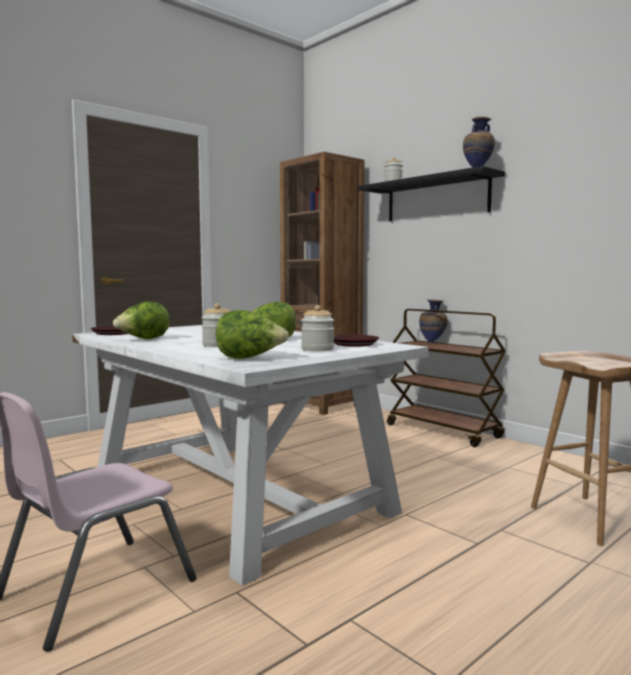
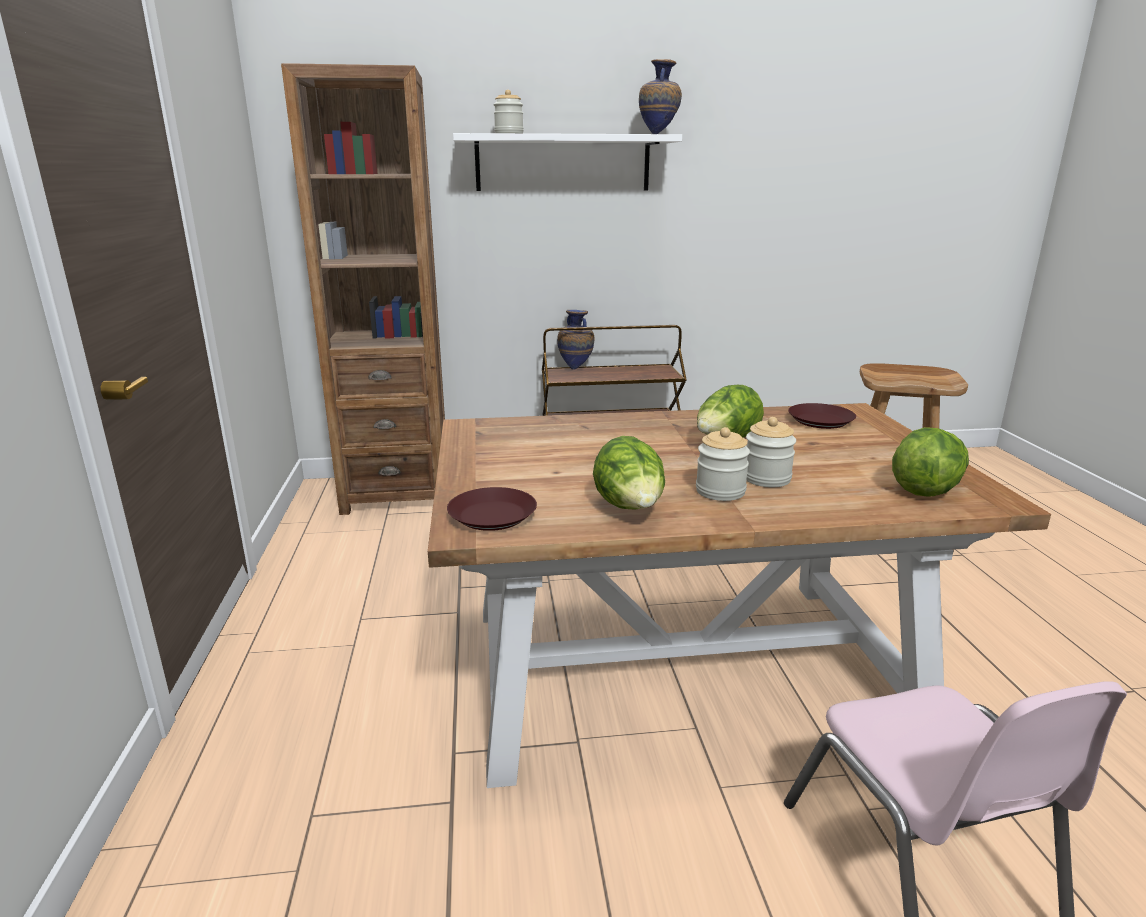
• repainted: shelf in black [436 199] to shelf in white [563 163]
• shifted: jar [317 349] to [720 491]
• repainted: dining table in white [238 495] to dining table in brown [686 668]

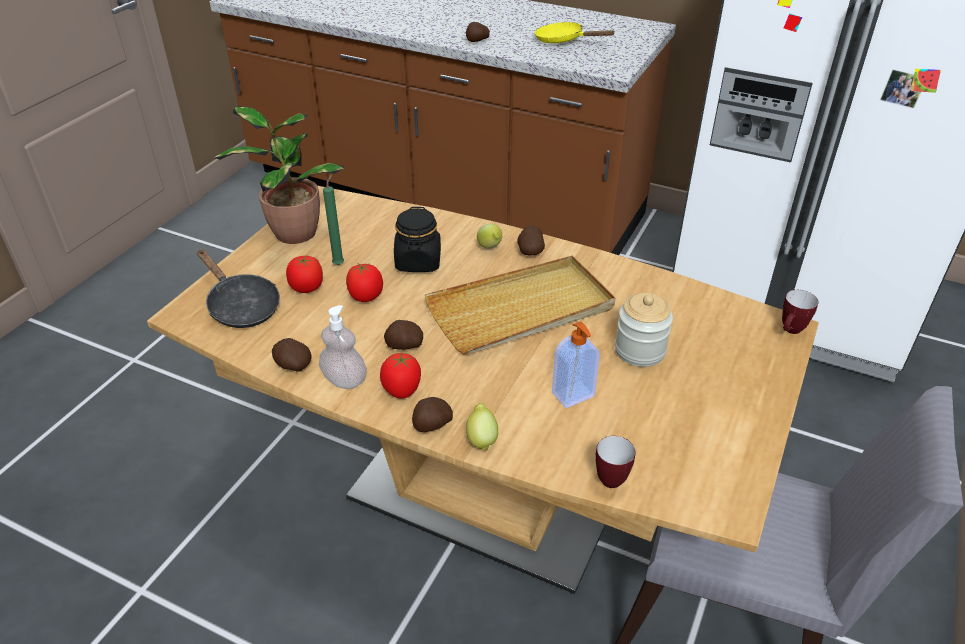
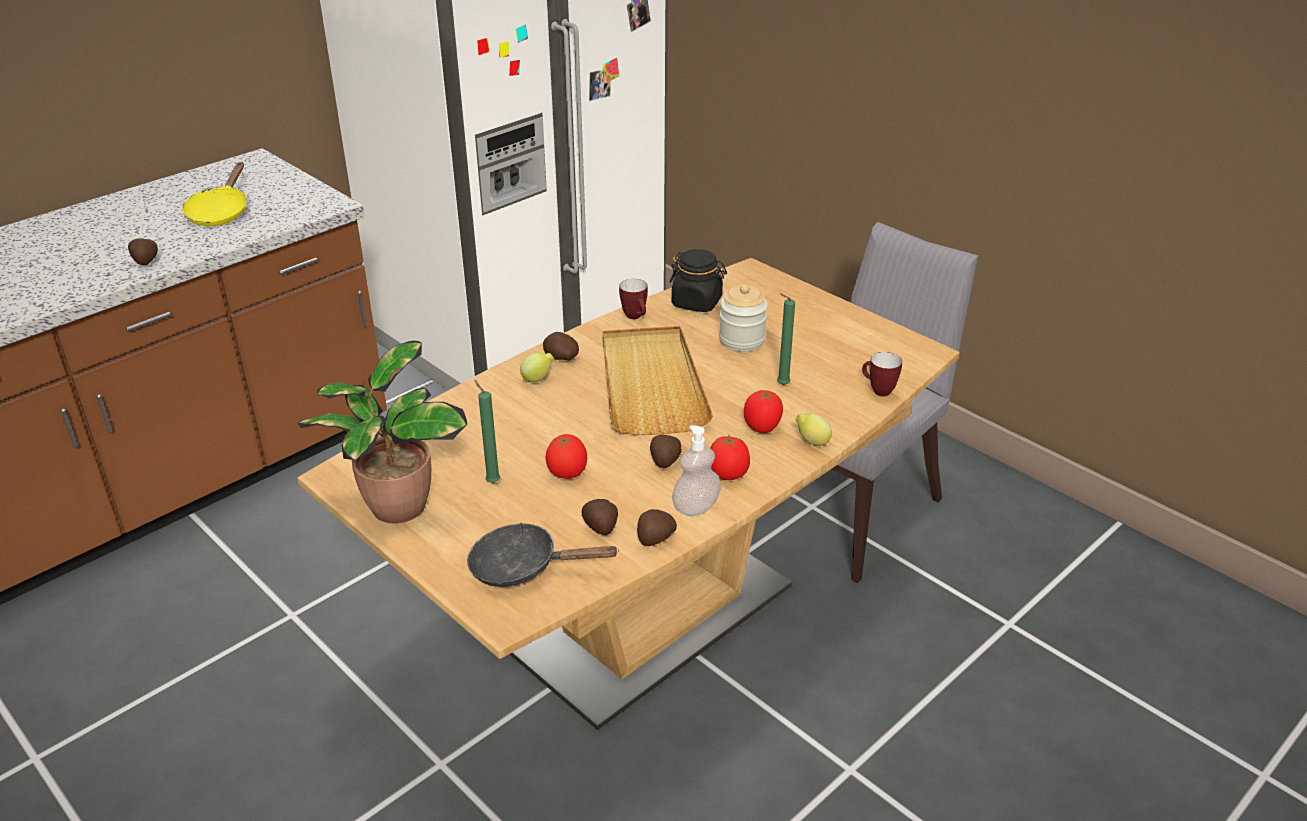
• rotated: frying pan in yellow [563 41] = [220 212] 45 degrees counterclockwise
• shifted: jar in black [418 262] to [697 302]
• rotated: frying pan in black [241 306] = [523 567] 150 degrees counterclockwise
• shifted: tomato [307 288] to [762 427]
• shifted: mug [790 331] to [636 317]
• swapped: soap dispenser [574 395] to candle in green [781 385]
• shifted: potato [431 425] to [601 527]

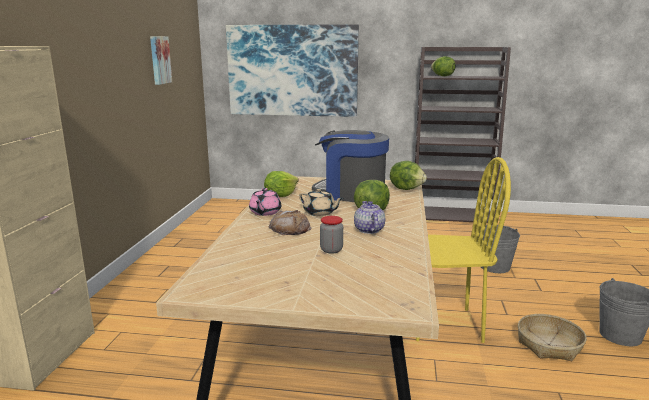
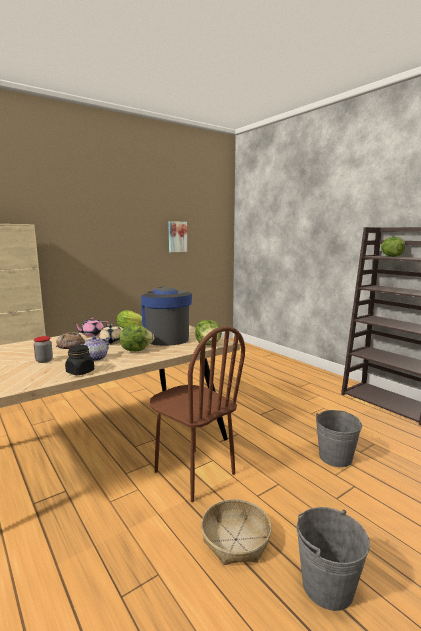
• gone: picture [292 71]
• repainted: chair in yellow [443 324] to chair in brown [194 473]
• new: jar in black [80 372]

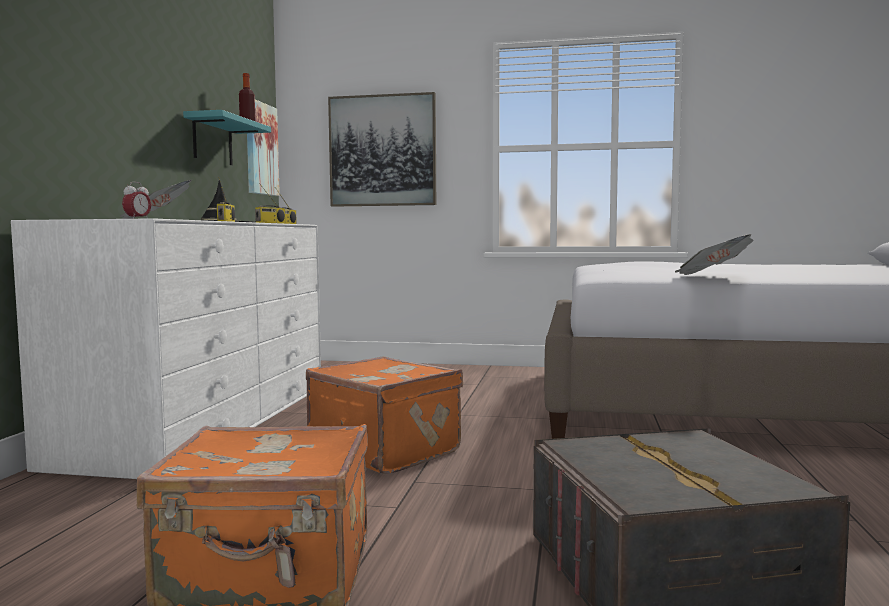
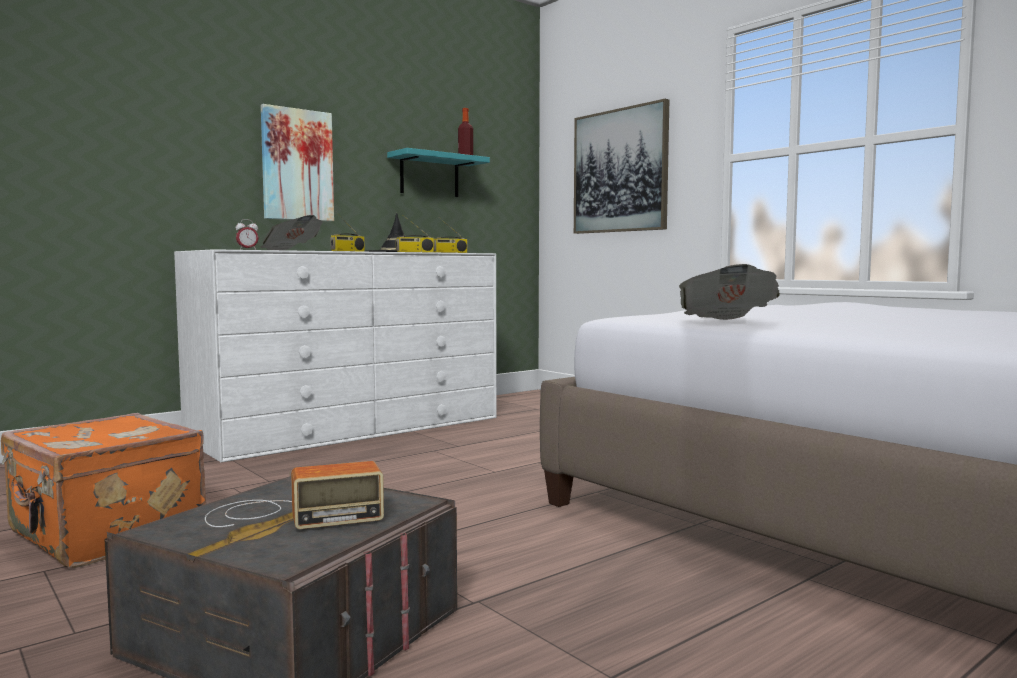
• shifted: picture [260 149] to [297 165]
• gone: suitcase in orange [386 450]
• new: radio [289 515]

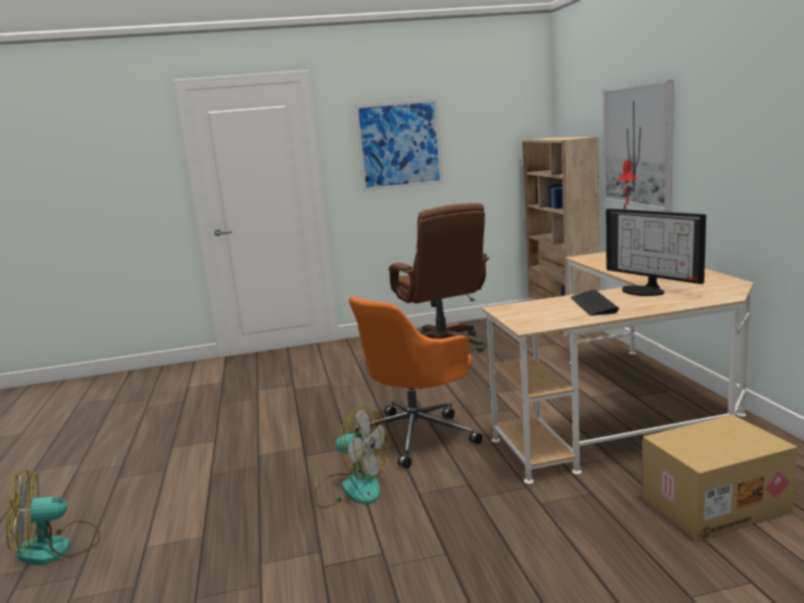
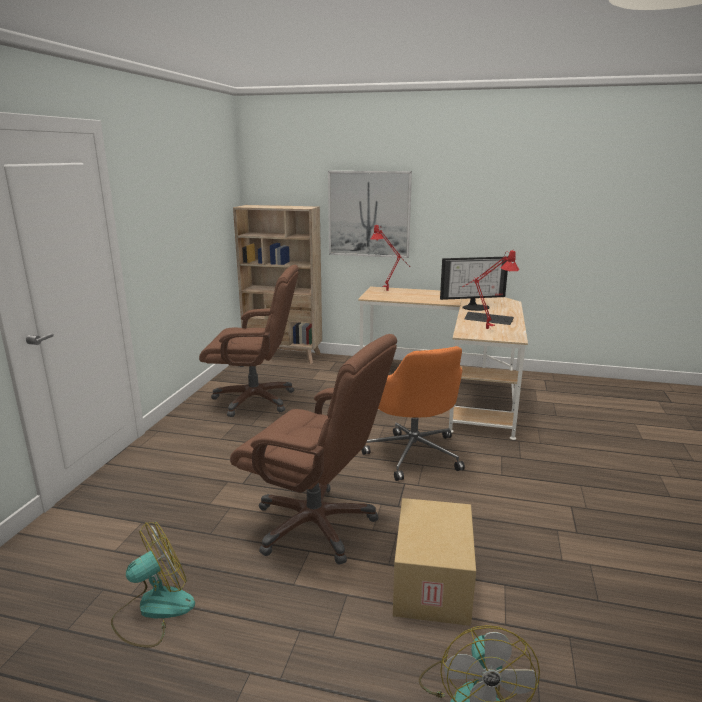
• gone: picture [399 145]
• shifted: fan [351 488] to [153 610]
• shifted: cardboard box [714 504] to [430 581]
• new: table lamp in red [483 329]
• new: office chair in brown [315 525]

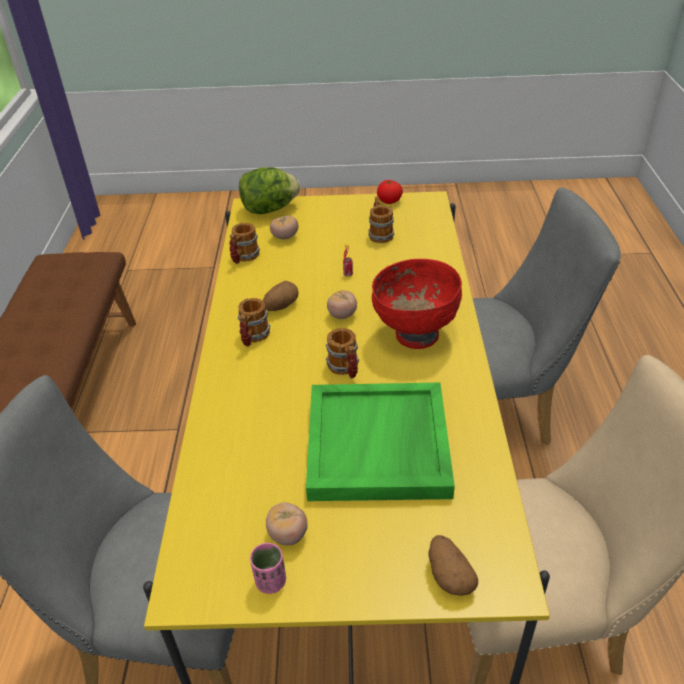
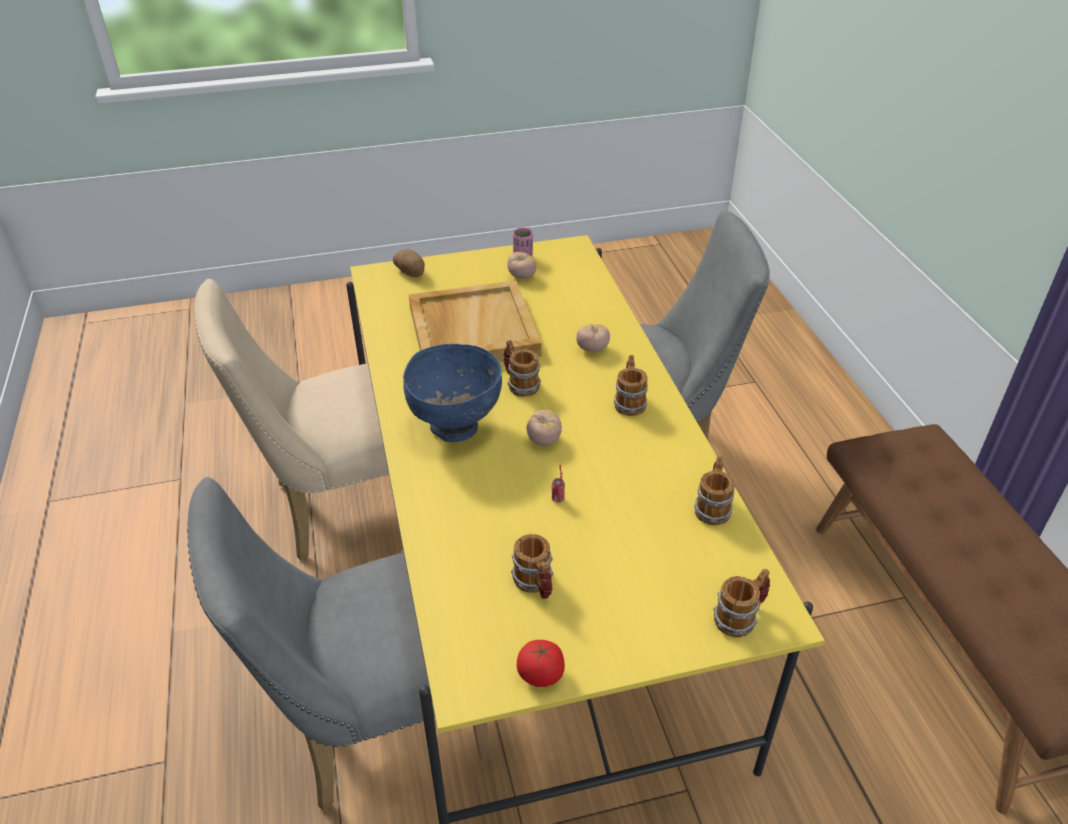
• swapped: lettuce [269 209] to mug [740 617]
• shifted: tomato [285 237] to [592 349]
• repainted: bowl in red [415 335] to bowl in blue [455 428]
• gone: potato [281 306]
• repainted: tray in green [379 445] to tray in beige [472 330]

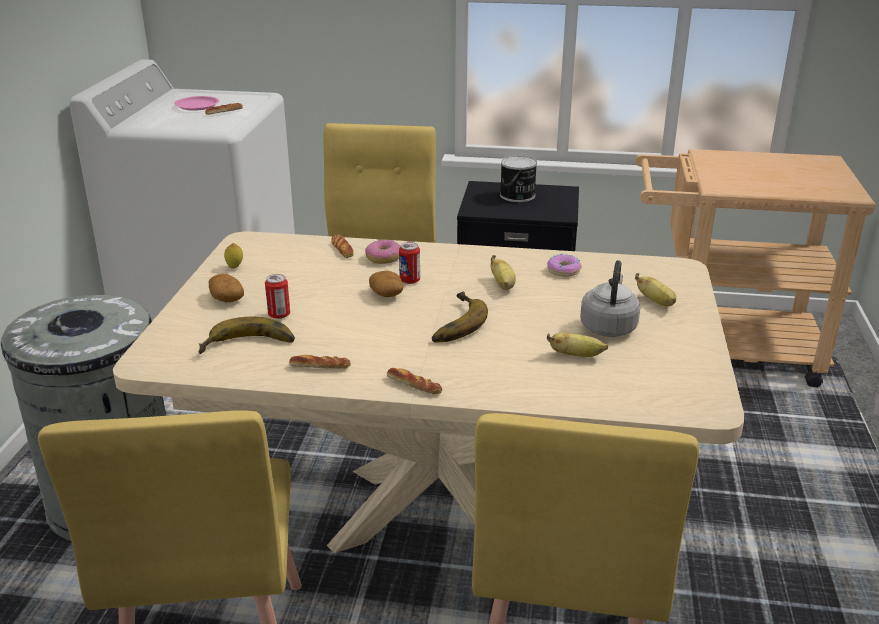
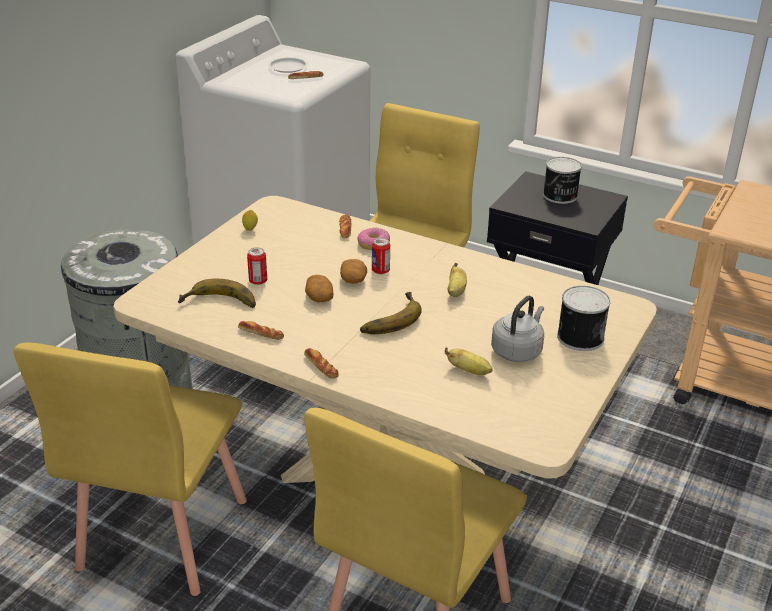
• repainted: plate in pink [197 106] to plate in white [287 68]
• gone: donut [564 270]
• swapped: banana [656 302] to can [579 337]
• shifted: potato [226 298] to [319 297]

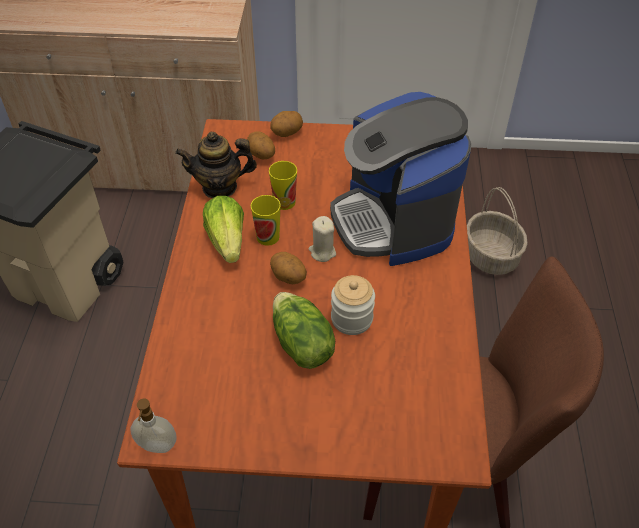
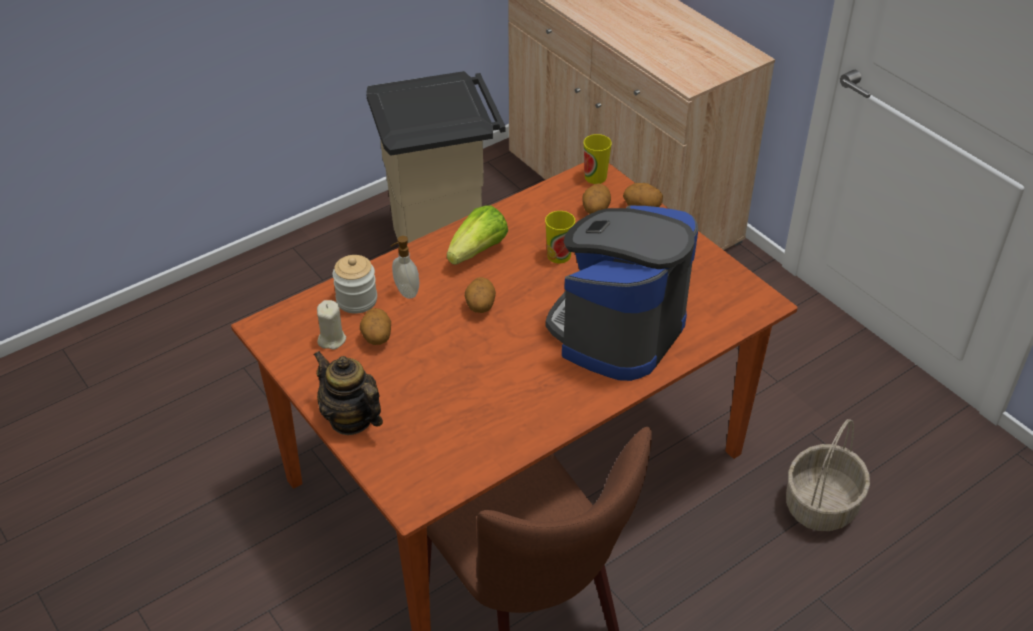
• shifted: teapot [220 187] to [351 419]
• shifted: cup [268 237] to [595 177]
• shifted: candle in beige [322 252] to [331 339]
• shifted: jar [351 319] to [357 300]
• gone: lettuce [301 345]
• shifted: soap dispenser [157 447] to [406 292]
• new: potato [376 338]

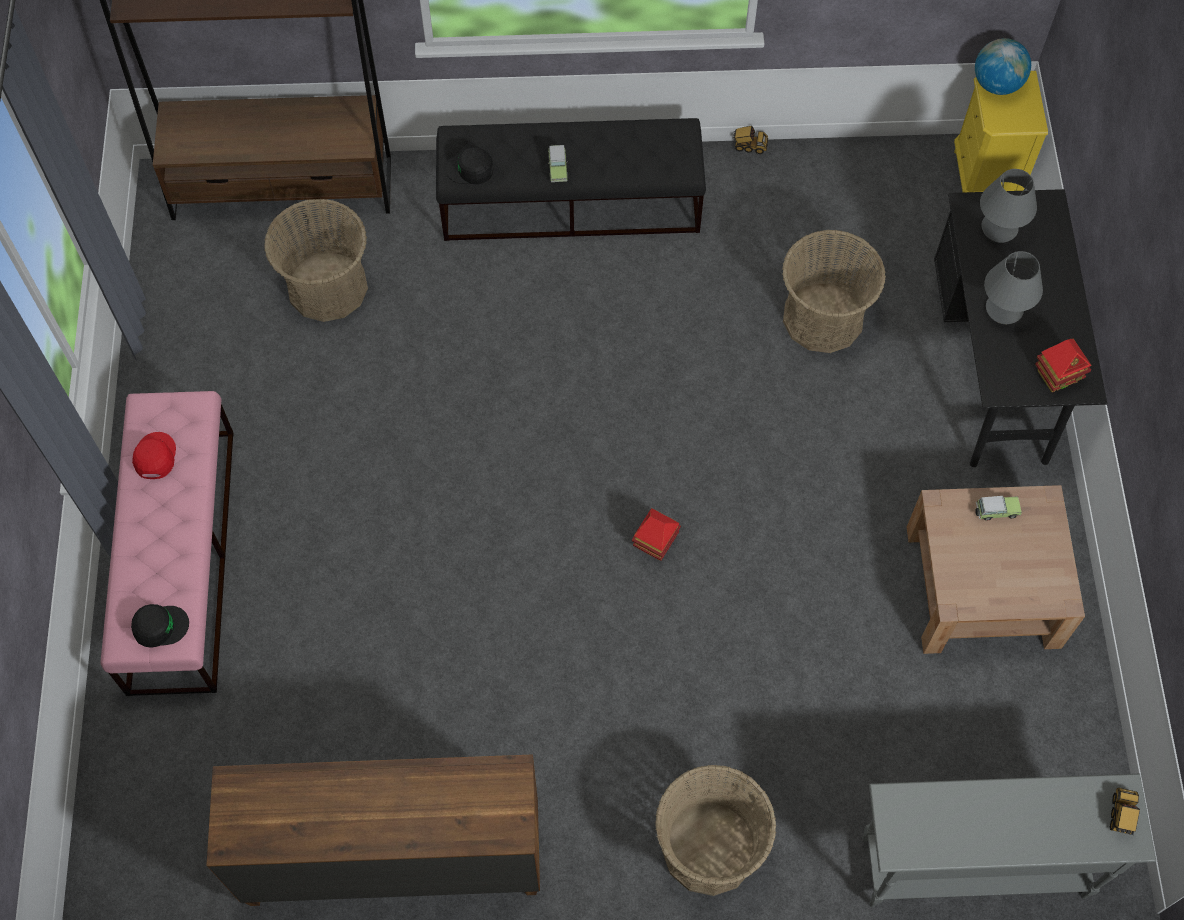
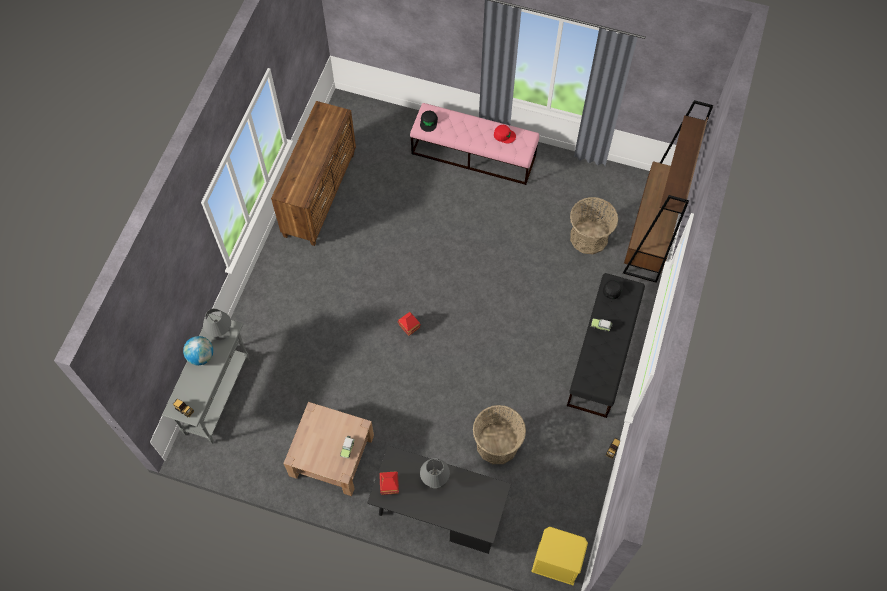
• shifted: globe [996 84] to [201 356]
• shifted: table lamp in grey [998 228] to [221 332]
• gone: basket [708 848]

